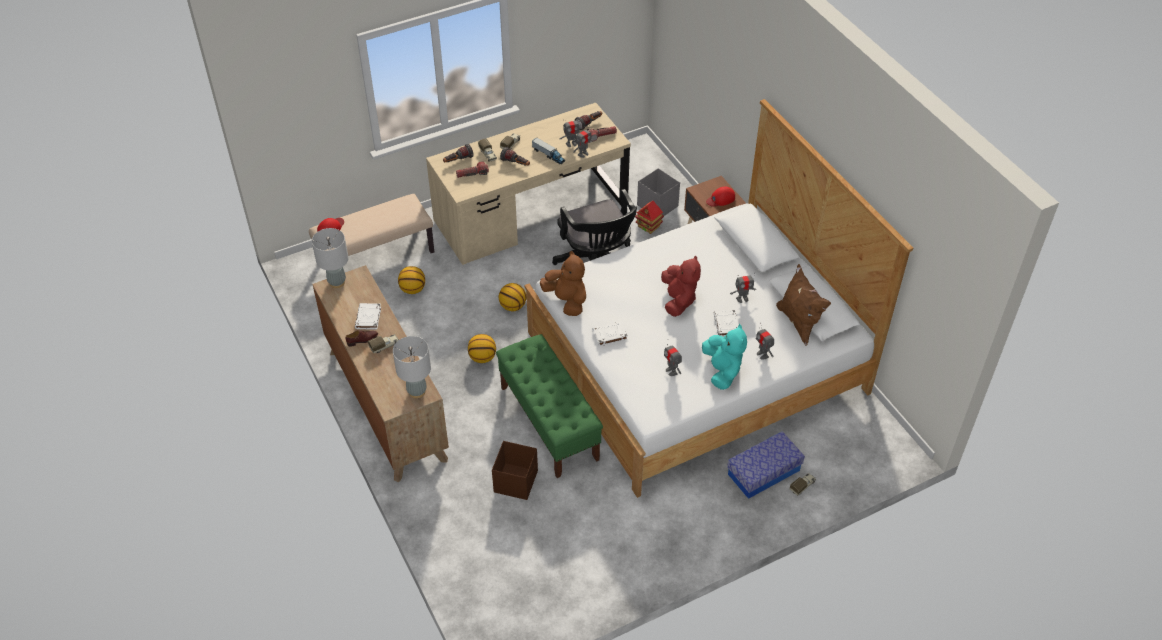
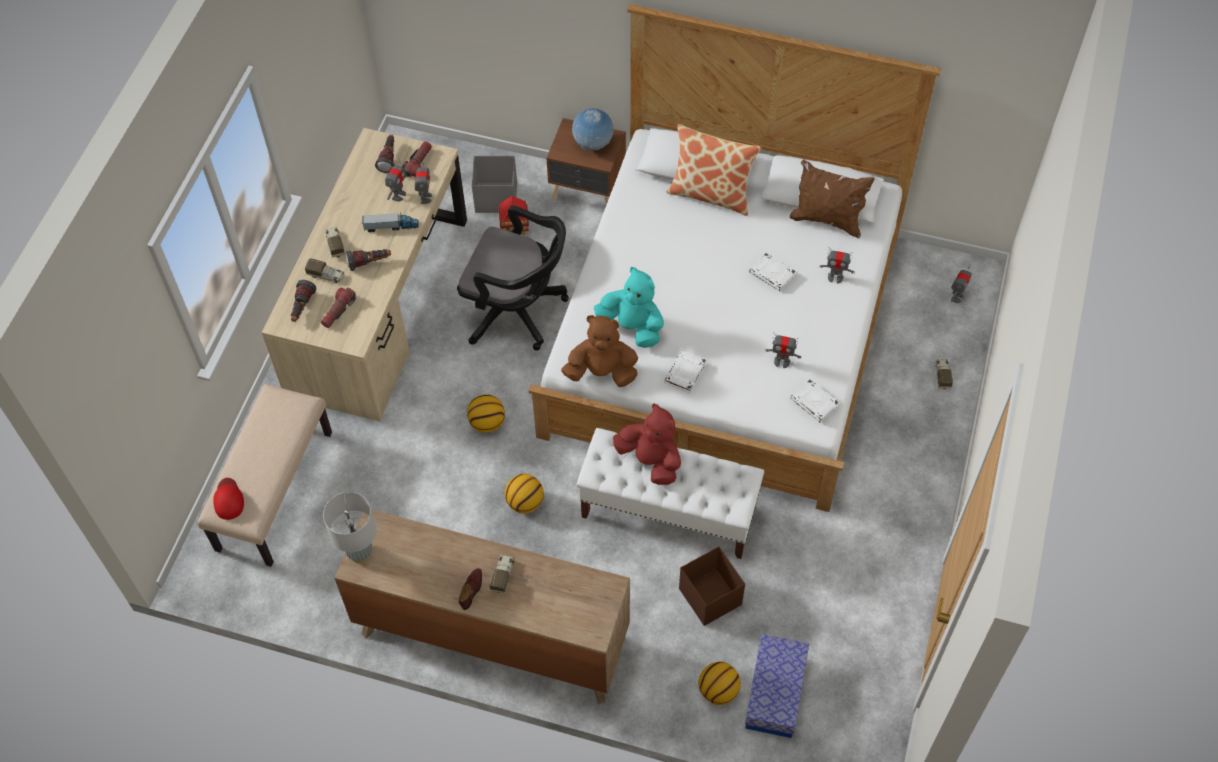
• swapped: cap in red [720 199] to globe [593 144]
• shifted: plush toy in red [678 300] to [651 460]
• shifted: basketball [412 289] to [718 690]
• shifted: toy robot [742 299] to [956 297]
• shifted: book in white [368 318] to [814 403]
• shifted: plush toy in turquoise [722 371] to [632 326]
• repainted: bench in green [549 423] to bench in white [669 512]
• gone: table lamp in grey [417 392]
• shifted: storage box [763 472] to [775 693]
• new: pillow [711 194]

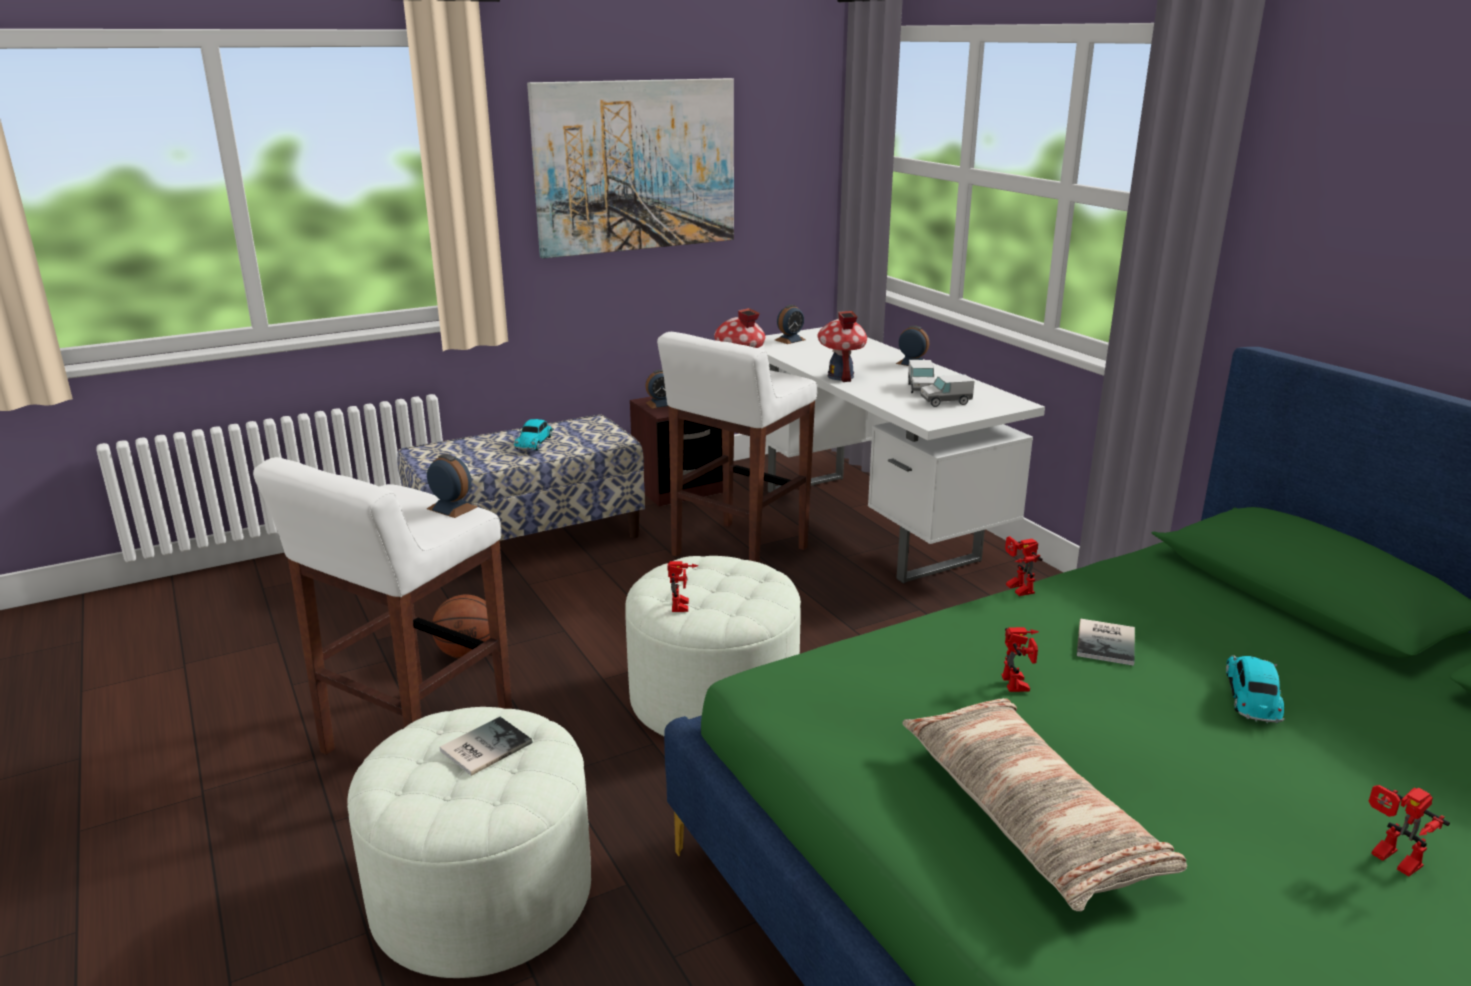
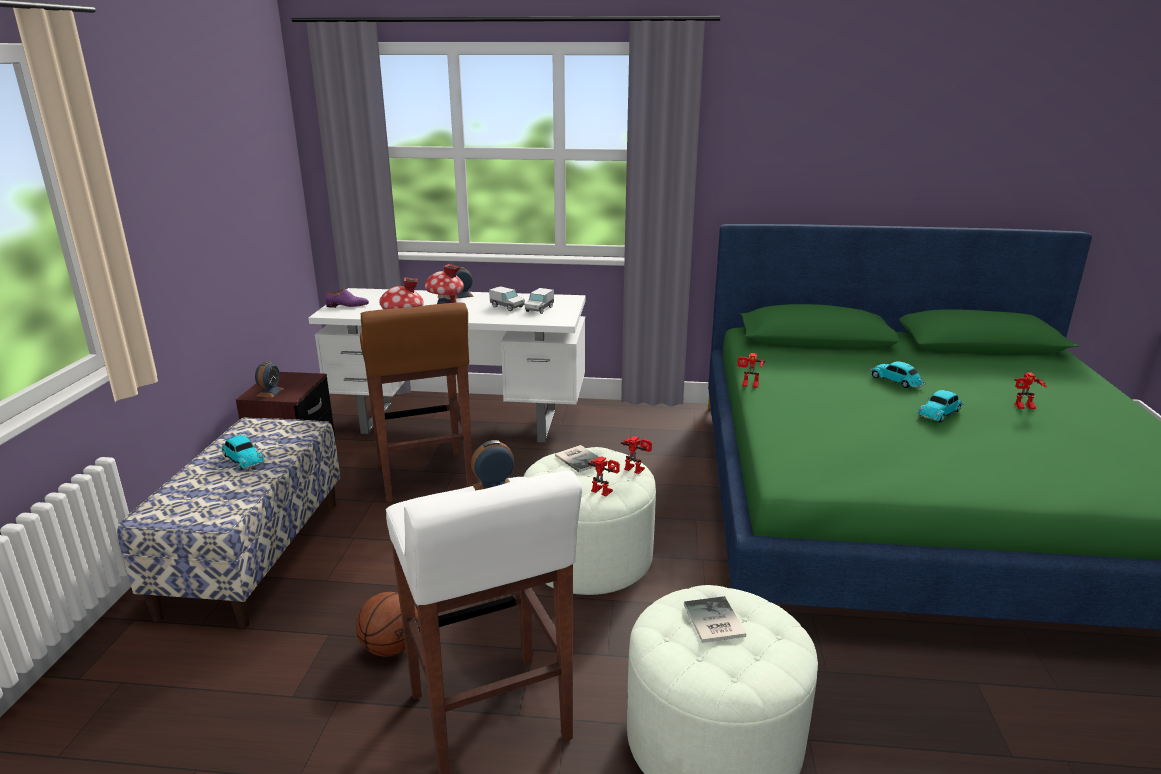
• gone: picture [636 166]
• swapped: alarm clock [790 340] to shoe in purple [347 305]
• repainted: stool in white [738 553] to stool in brown [424 477]
• shifted: book [1108 642] to [580 458]
• shifted: toy robot [1020 684] to [636 468]
• gone: pillow [1029 816]
• new: toy car [940 413]

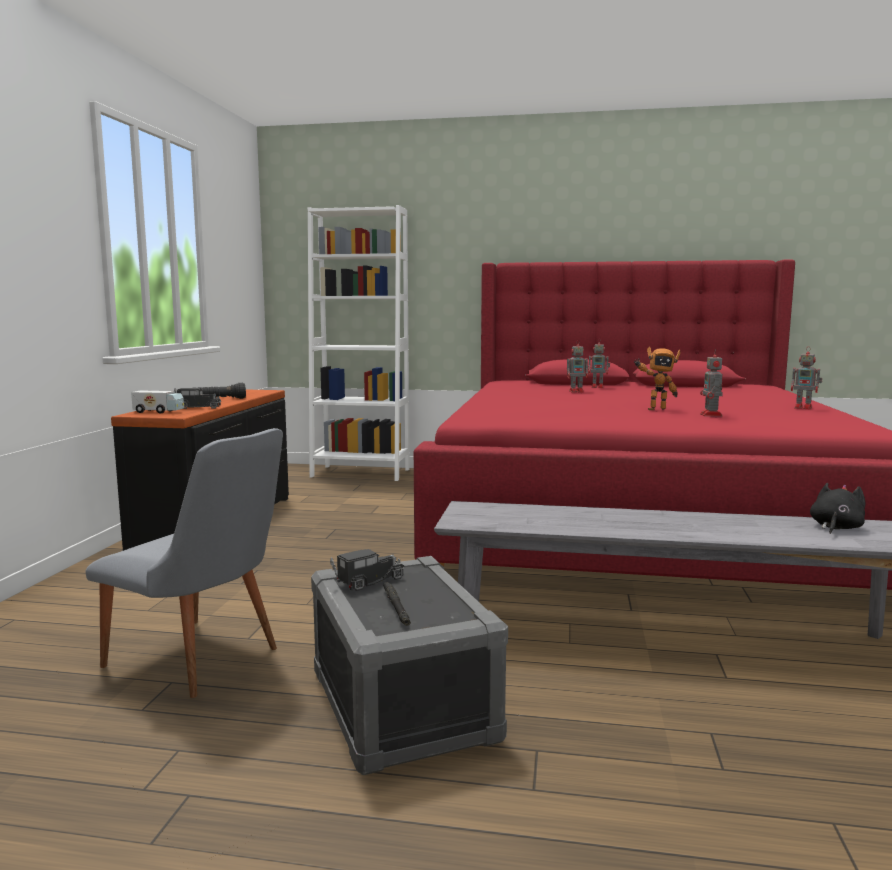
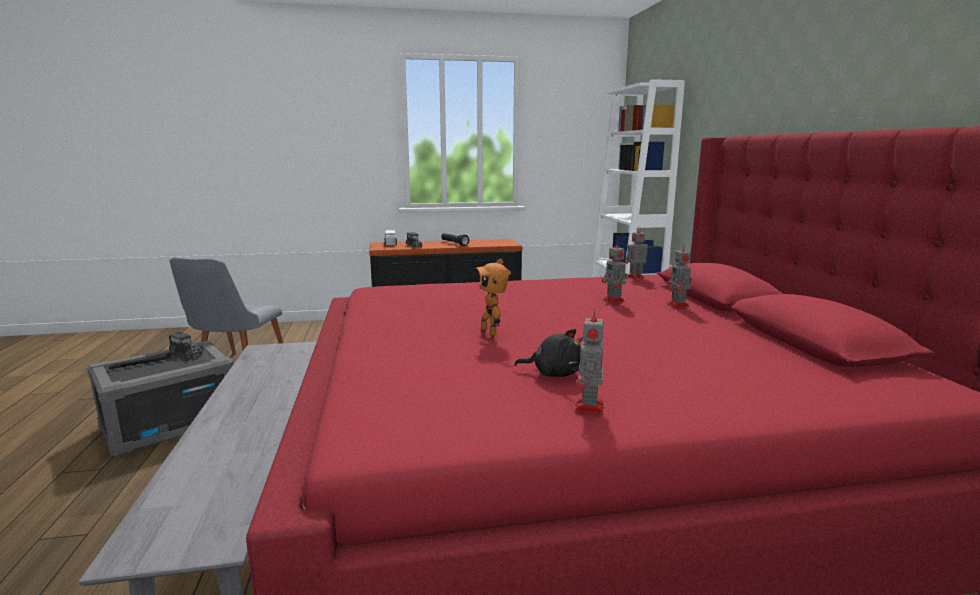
• shifted: toy robot [711 415] to [634 277]
• shifted: plush toy in black [835 528] to [554 373]

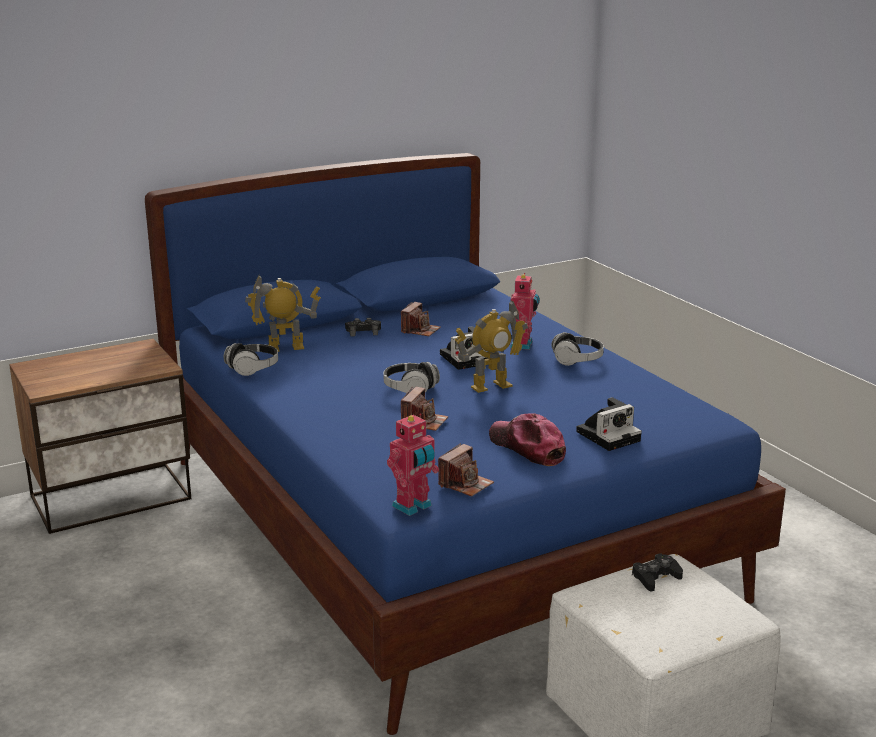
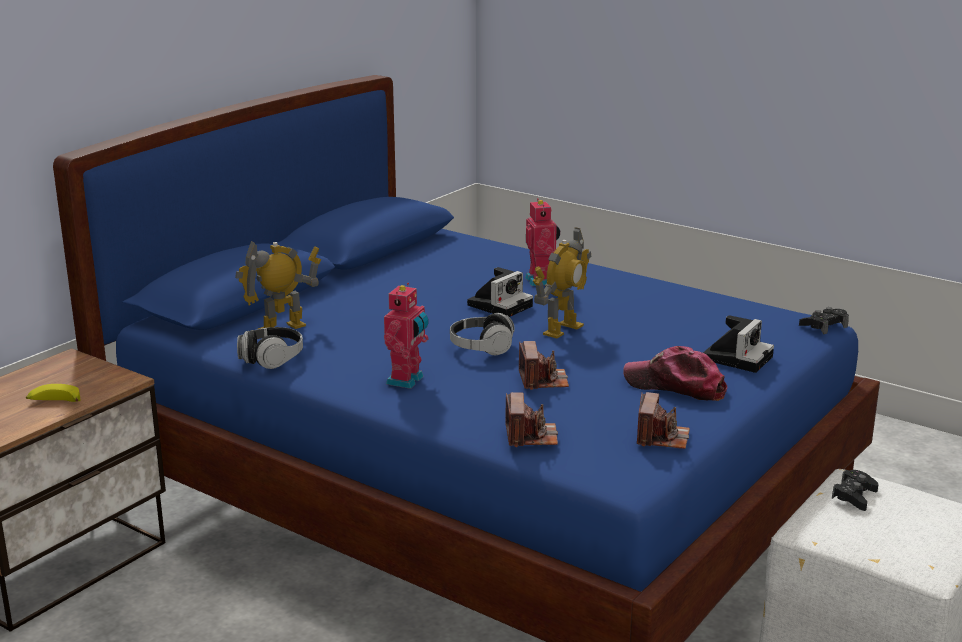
• shifted: photo camera [420 330] to [530 436]
• shifted: game controller in black [363 332] to [824 326]
• gone: headphones [577 360]
• shifted: toy robot [413 507] to [407 380]
• new: banana [54 402]

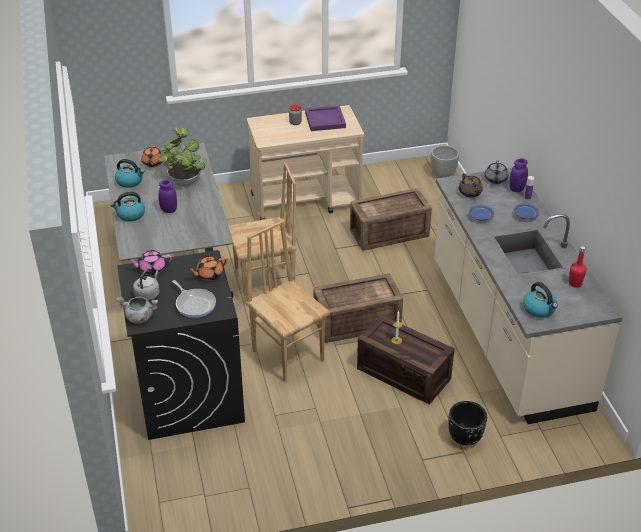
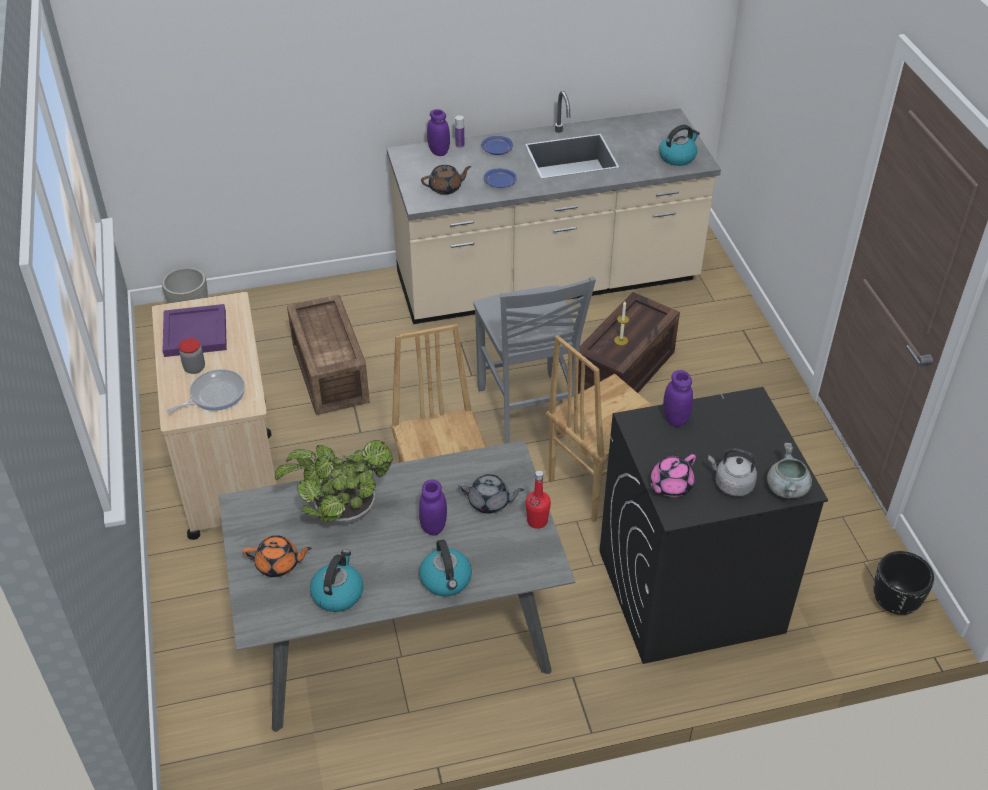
• shifted: teapot in grey [495 179] to [490 502]
• shifted: bottle in red [575 283] to [537 521]
• rotated: teapot in pink [152 269] = [670 486] 60 degrees clockwise
• swapped: teapot in orange [209 275] to jar in purple [675 419]
• swapped: crate [355 322] to chair in grey [527 413]
• shifted: frying pan [194 304] to [214 395]
• shifted: planter in black [465 438] to [895 602]

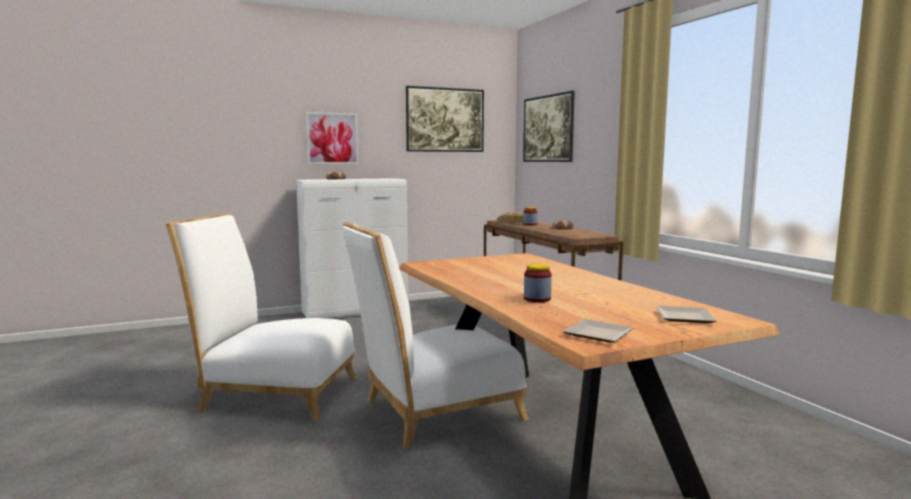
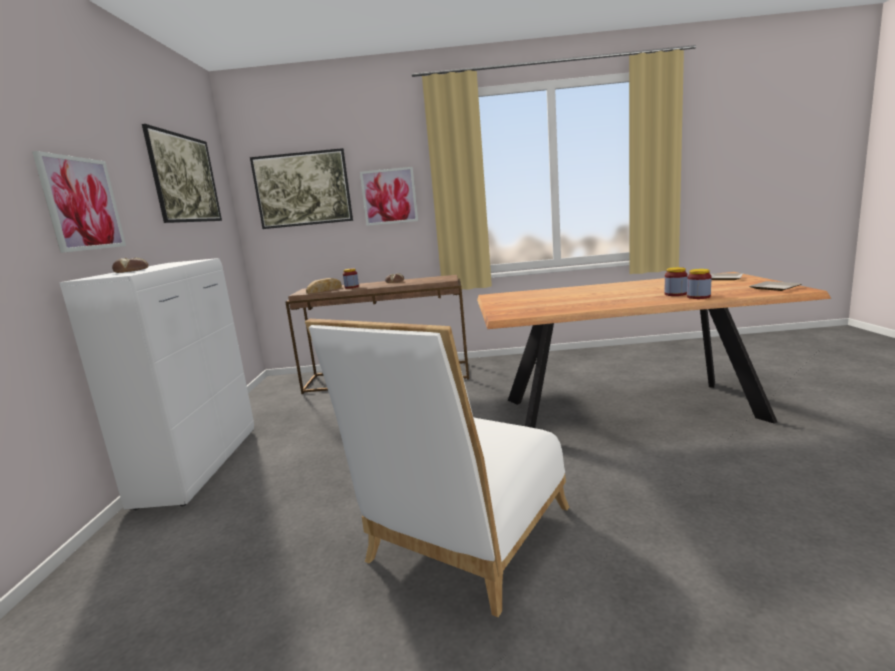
• gone: chair in white [434 411]
• new: picture [389 196]
• new: jar [698 297]

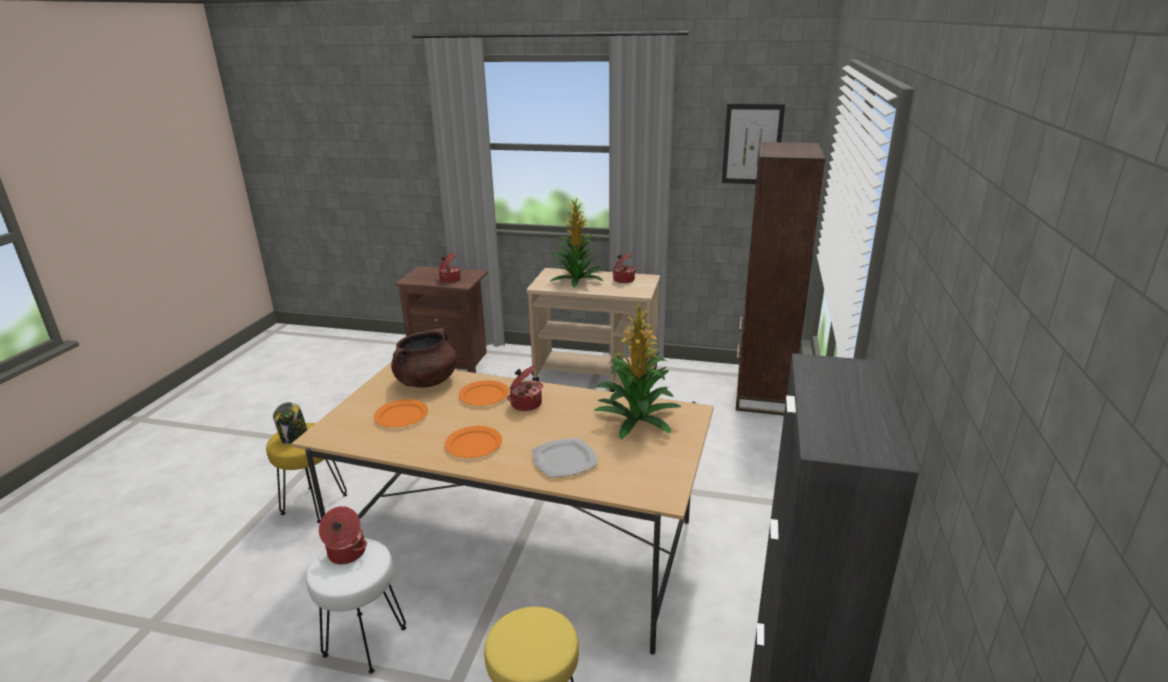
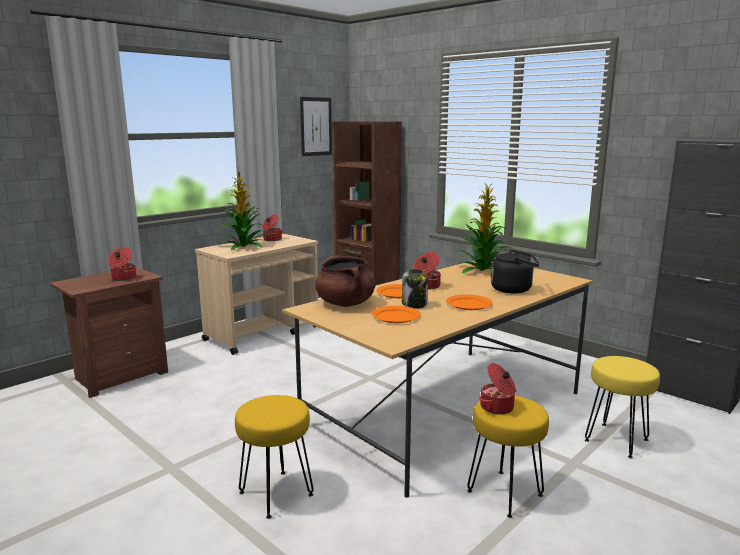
• shifted: jar [294 437] to [414 304]
• swapped: plate [564 460] to kettle in black [514 289]
• repainted: stool in white [364 642] to stool in yellow [505 493]

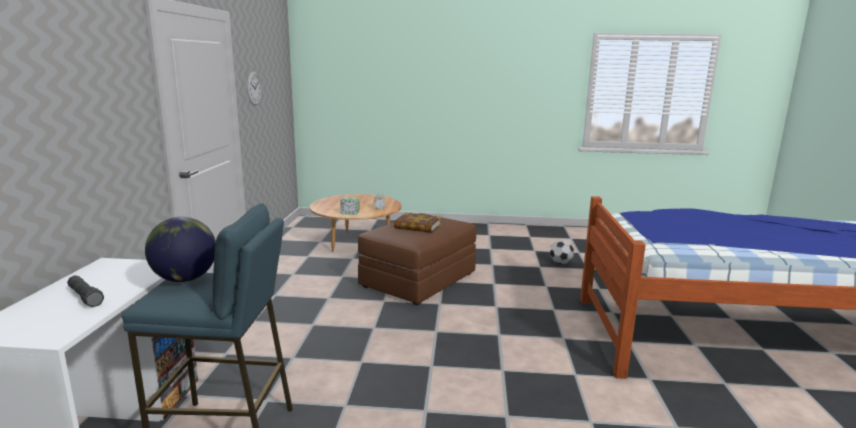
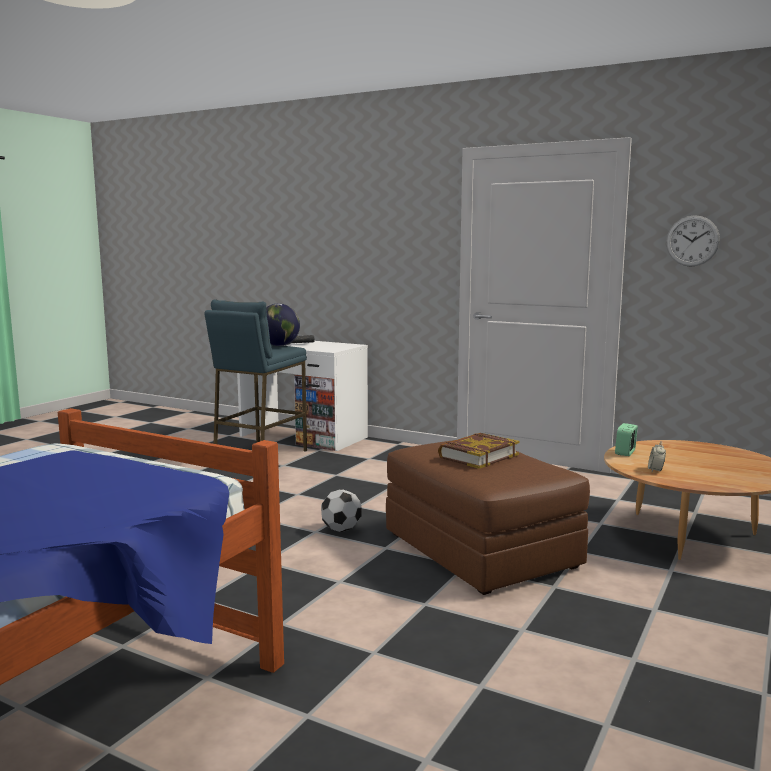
• shifted: football [560 263] to [341 530]

